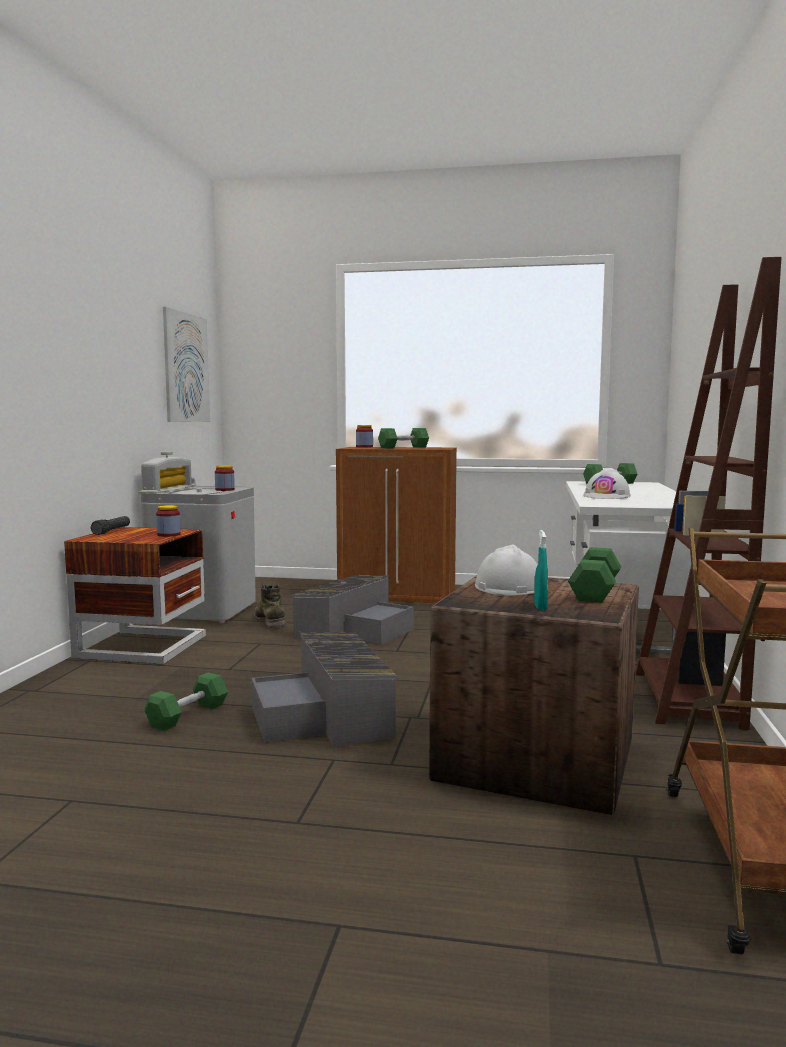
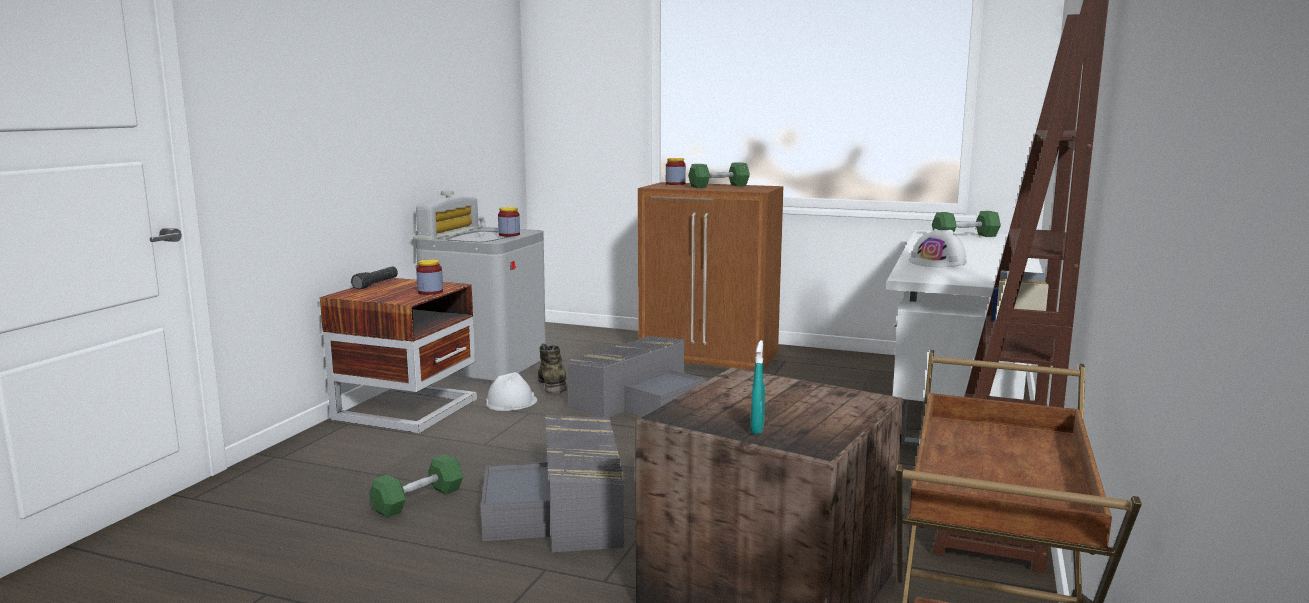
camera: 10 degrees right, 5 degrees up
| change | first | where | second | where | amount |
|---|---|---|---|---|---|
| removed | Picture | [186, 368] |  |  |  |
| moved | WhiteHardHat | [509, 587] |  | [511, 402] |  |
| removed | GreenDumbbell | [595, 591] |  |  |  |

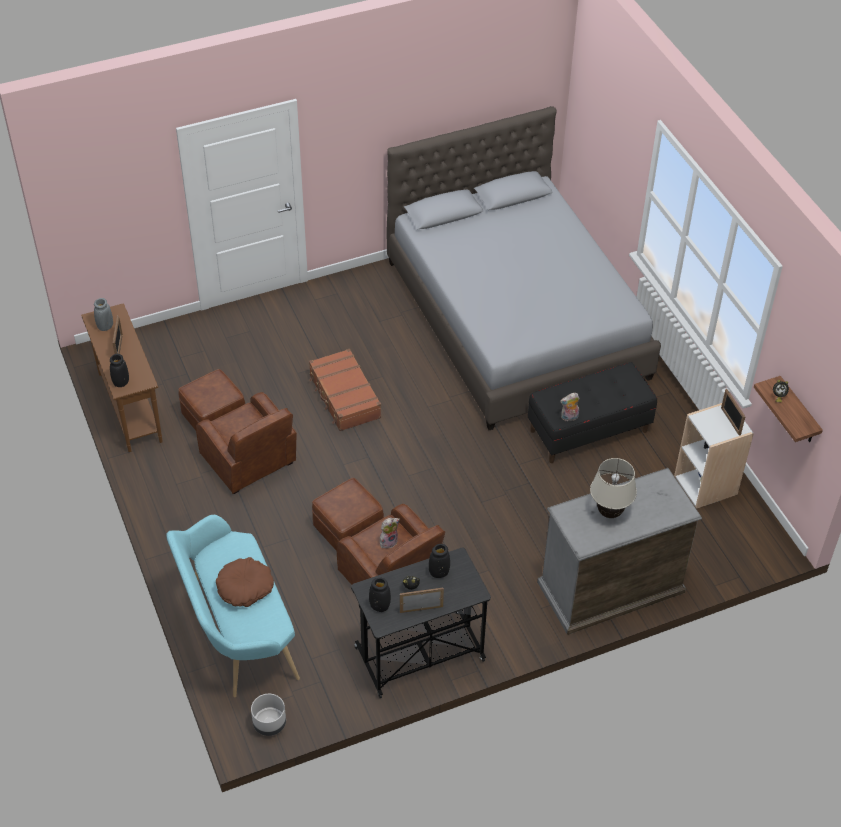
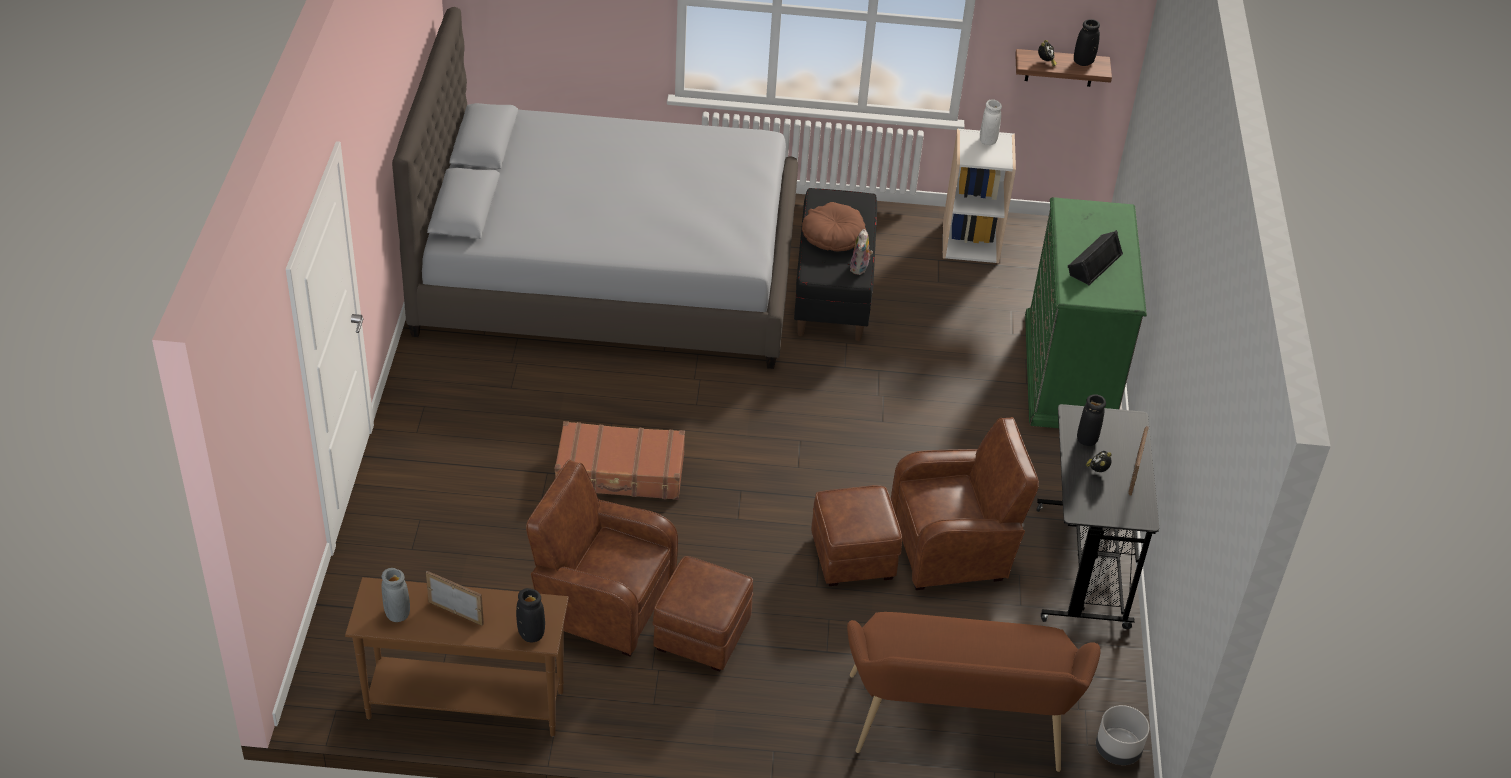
camera: 65 degrees left, 5 degrees down
| change | first | where | second | where | amount |
|---|---|---|---|---|---|
| recoloured | TurquoiseBench | [237, 633] | BrownBench | [956, 731] |  |
| turned | BrownArmchair | [238, 448] |  | [635, 612] | 150 degrees counterclockwise |
| moved | BrownPillow | [244, 587] |  | [832, 236] |  |
| moved | BlackVase | [380, 606] |  | [1083, 62] |  |
| removed | PlushToy | [388, 541] |  |  |  |
| recoloured | GreyDresser | [610, 587] | GreenDresser | [1070, 373] |  |
| replaced | BeigeTableLamp | [610, 512] | BlackSpeaker | [1093, 263] |  |
| replaced | PictureFrame | [730, 421] | WhiteVase | [988, 140] |  |

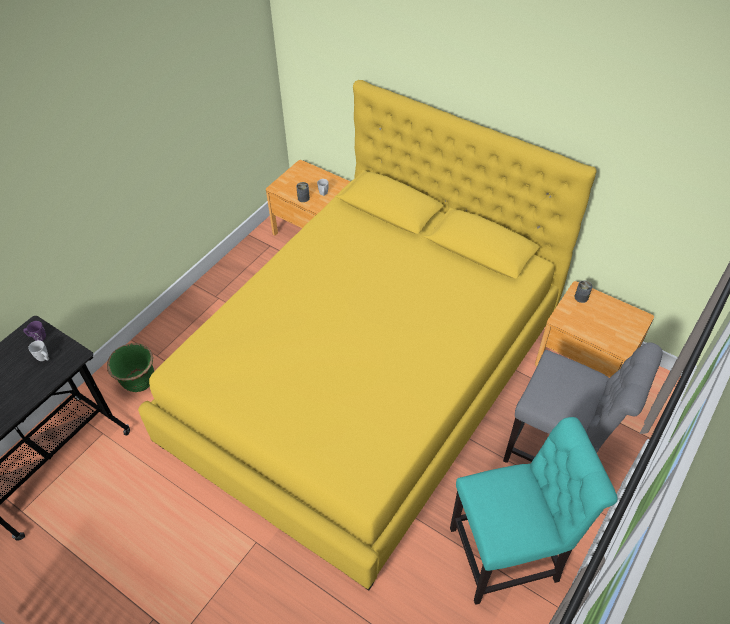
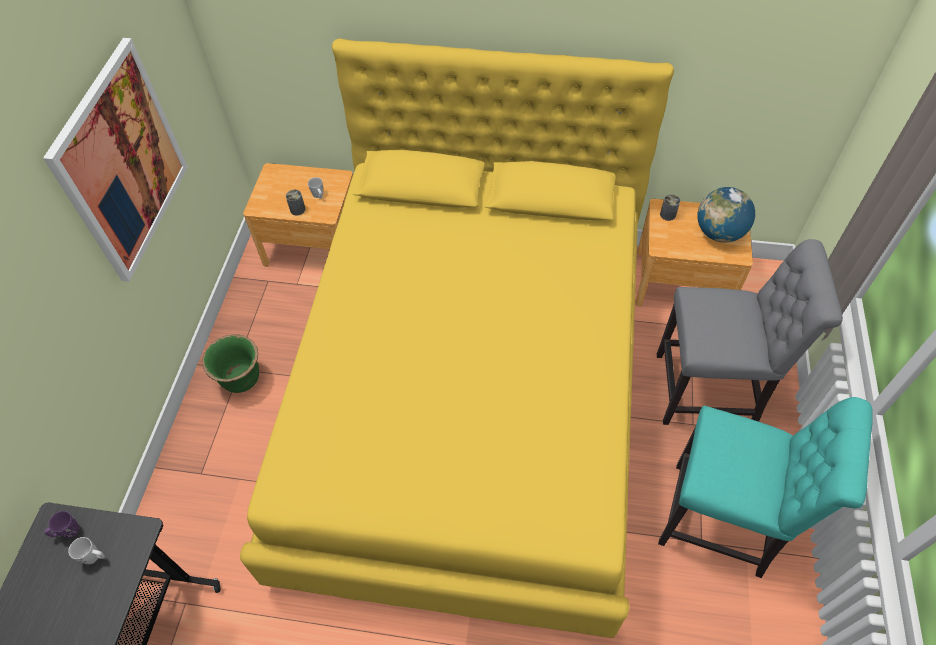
camera: 25 degrees left, 5 degrees up
| change | first | where | second | where | amount |
|---|---|---|---|---|---|
| moved | GreenPlanter | [139, 382] |  | [242, 380] |  |
| turned | TurquoiseChair | [509, 553] |  | [724, 522] | 60 degrees clockwise |
| added |  |  | Picture | [122, 162] |  |
| added |  |  | Globe | [719, 233] |  |

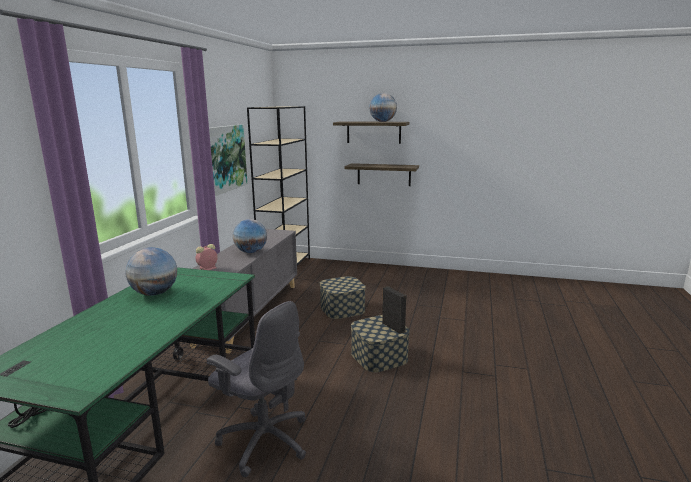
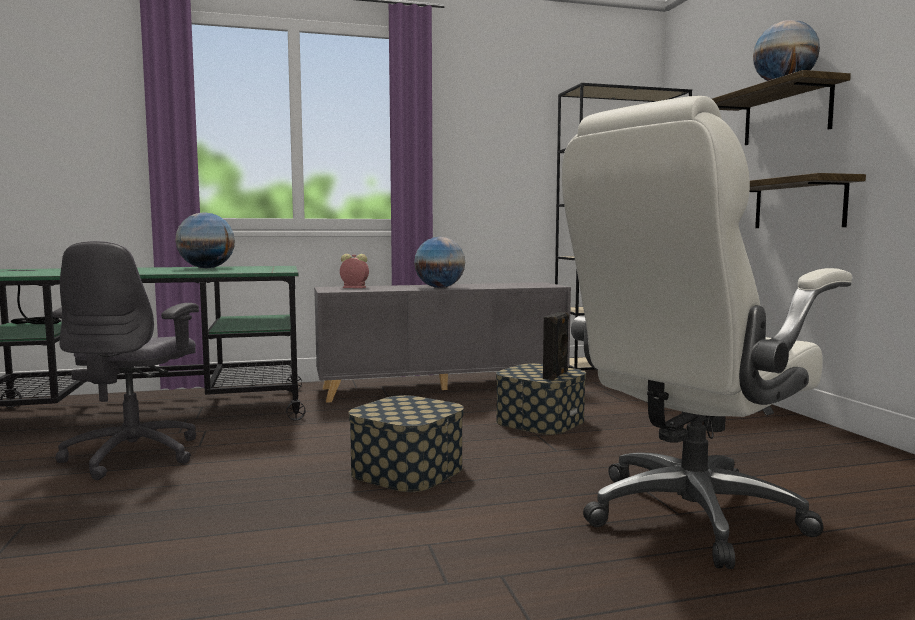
camera: 60 degrees right, 10 degrees down
| change | first | where | second | where | amount |
|---|---|---|---|---|---|
| removed | Picture | [224, 159] |  |  |  |
| moved | BlackSpeaker | [394, 327] |  | [556, 375] |  |
| added |  |  | WhiteOfficeChair | [688, 516] |  |

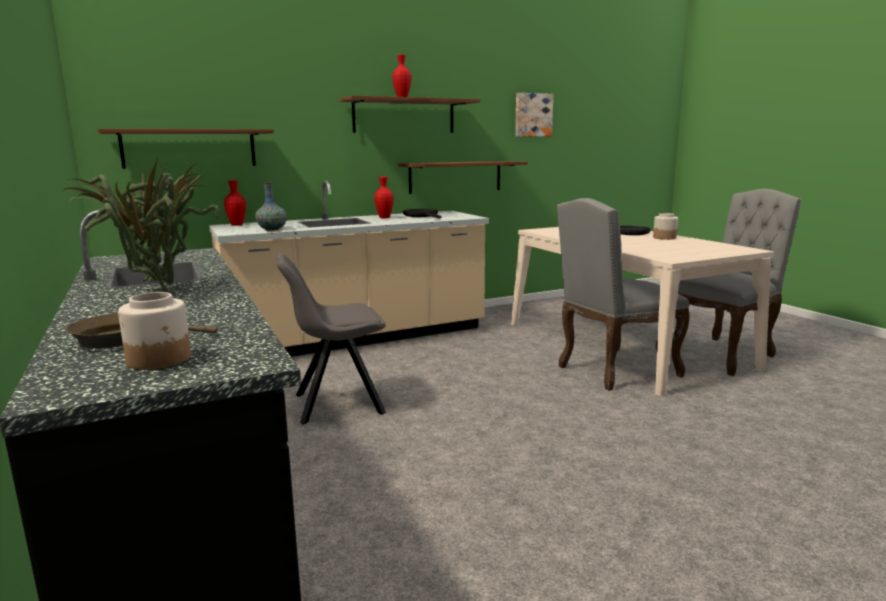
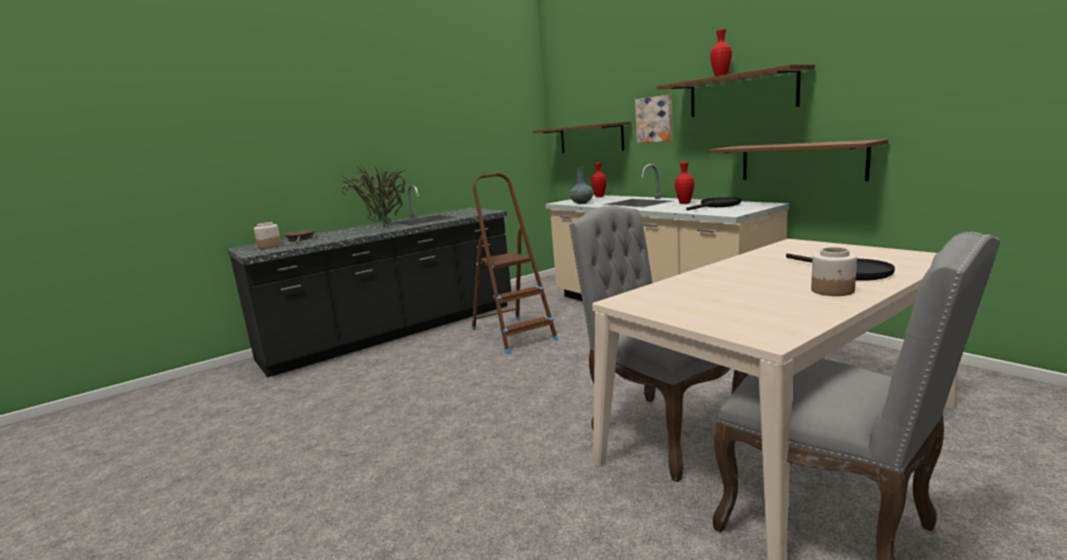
camera: 80 degrees right, 0 degrees up
| change | first | where | second | where | amount |
|---|---|---|---|---|---|
| replaced | GreyChair | [338, 404] | BrownStepLadder | [513, 334] |  |
| moved | Picture | [532, 115] |  | [655, 119] |  |

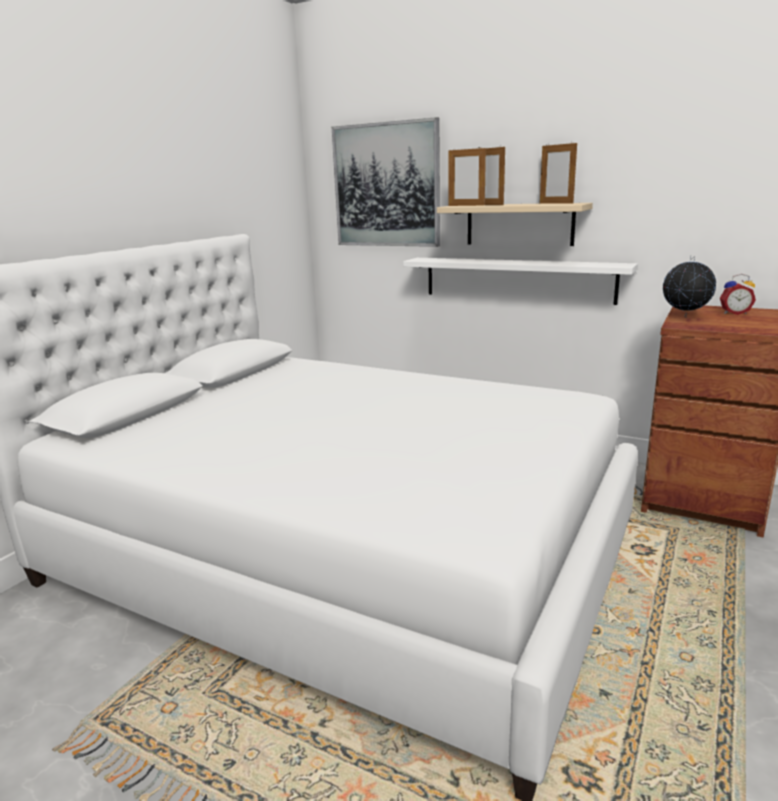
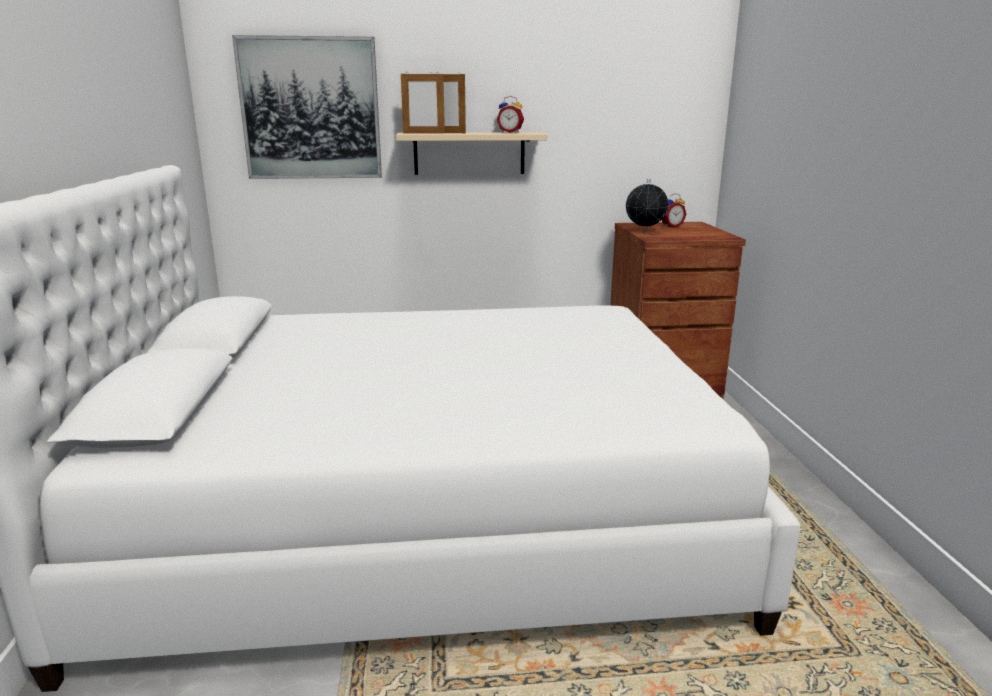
camera: 35 degrees left, 0 degrees up
| change | first | where | second | where | amount |
|---|---|---|---|---|---|
| removed | WhiteShelf | [517, 279] |  |  |  |
| replaced | PictureFrame | [556, 203] | AlarmClock | [510, 132] |  |

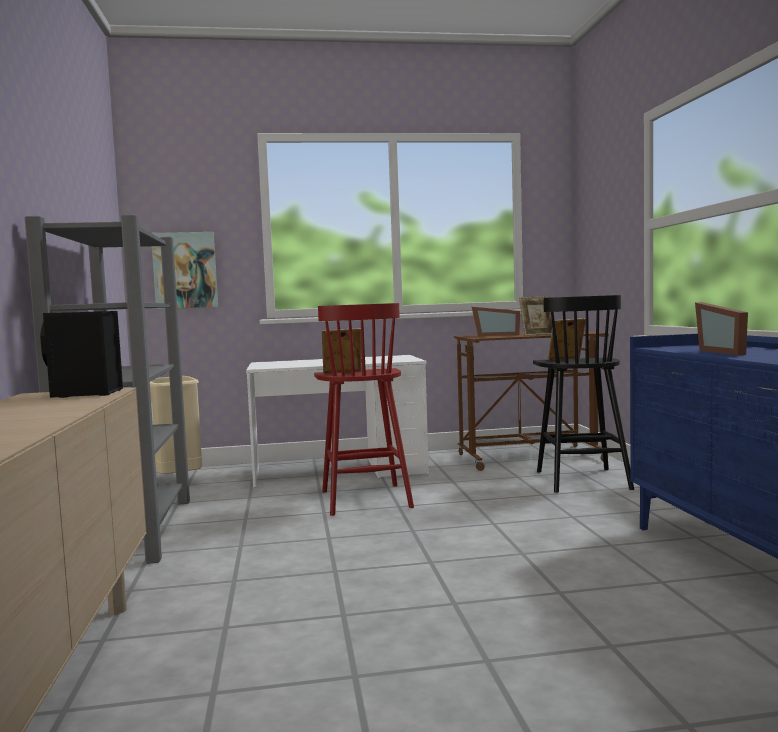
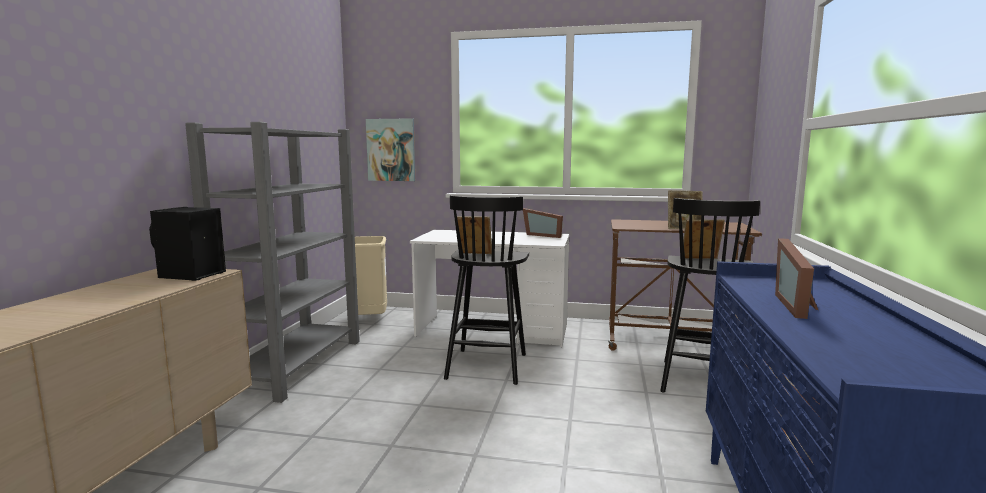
camera: 20 degrees right, 5 degrees up
| change | first | where | second | where | amount |
|---|---|---|---|---|---|
| recoloured | RedStool | [365, 498] | BlackStool | [487, 364] |  |
| moved | PictureFrame | [496, 335] |  | [543, 235] |  |

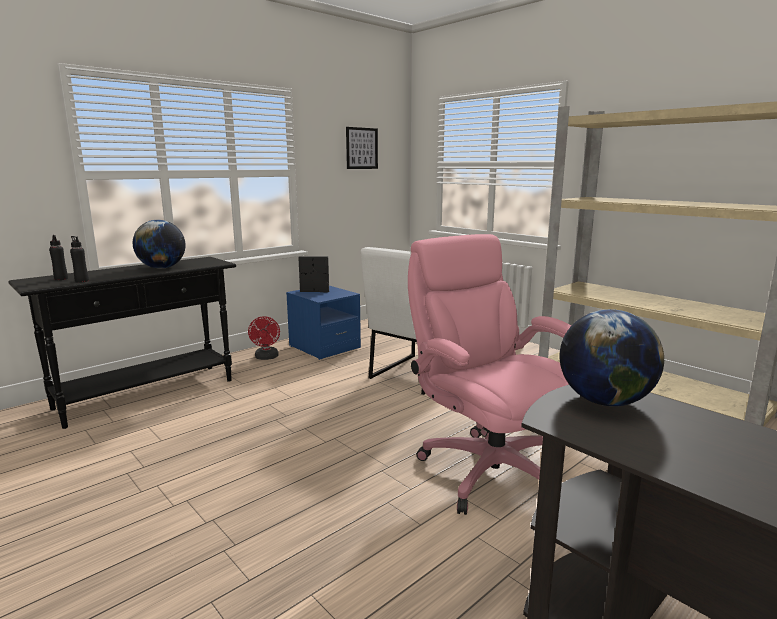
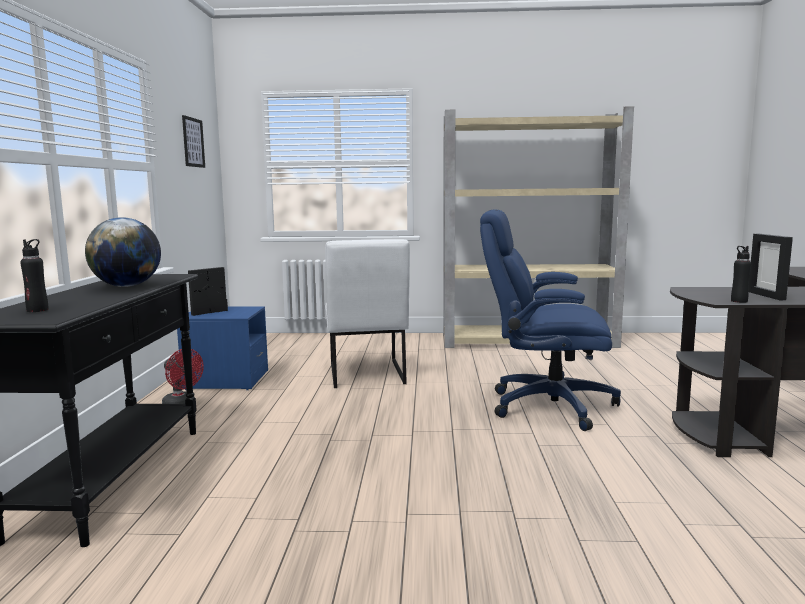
camera: 45 degrees left, 5 degrees down
| change | first | where | second | where | amount |
|---|---|---|---|---|---|
| moved | BlackBottle | [82, 281] |  | [739, 301] |  |
| recoloured | PinkOfficeChair | [486, 466] | BlueOfficeChair | [542, 405] |  |
| removed | Globe | [604, 401] |  |  |  |
| added |  |  | PictureFrame | [767, 296] |  |

